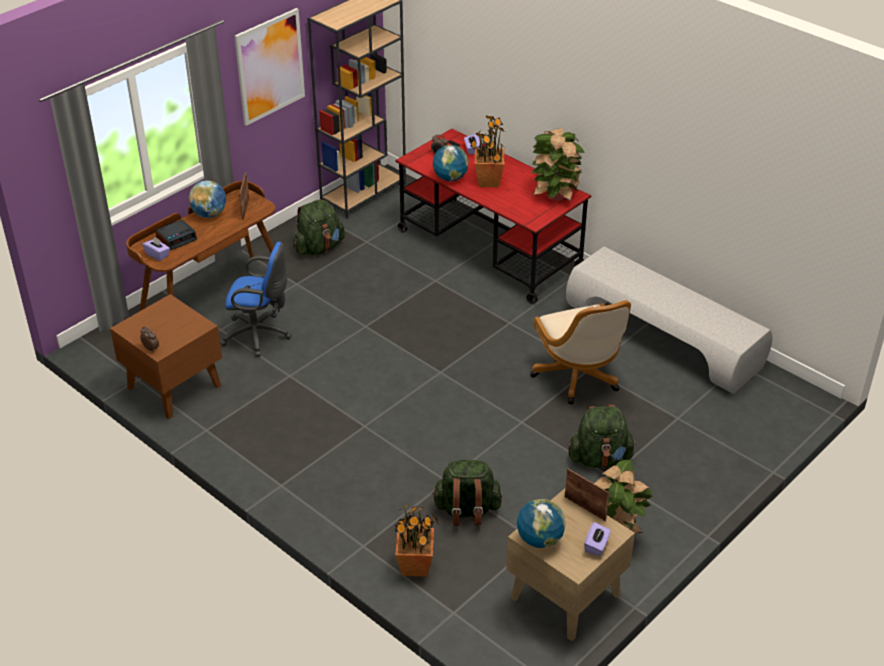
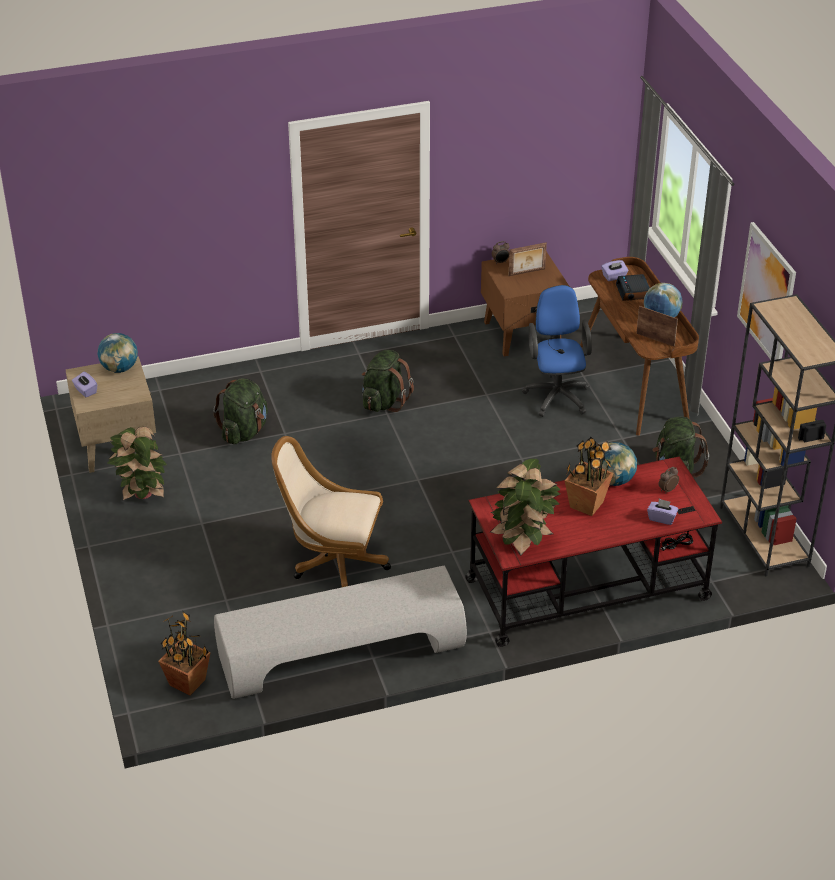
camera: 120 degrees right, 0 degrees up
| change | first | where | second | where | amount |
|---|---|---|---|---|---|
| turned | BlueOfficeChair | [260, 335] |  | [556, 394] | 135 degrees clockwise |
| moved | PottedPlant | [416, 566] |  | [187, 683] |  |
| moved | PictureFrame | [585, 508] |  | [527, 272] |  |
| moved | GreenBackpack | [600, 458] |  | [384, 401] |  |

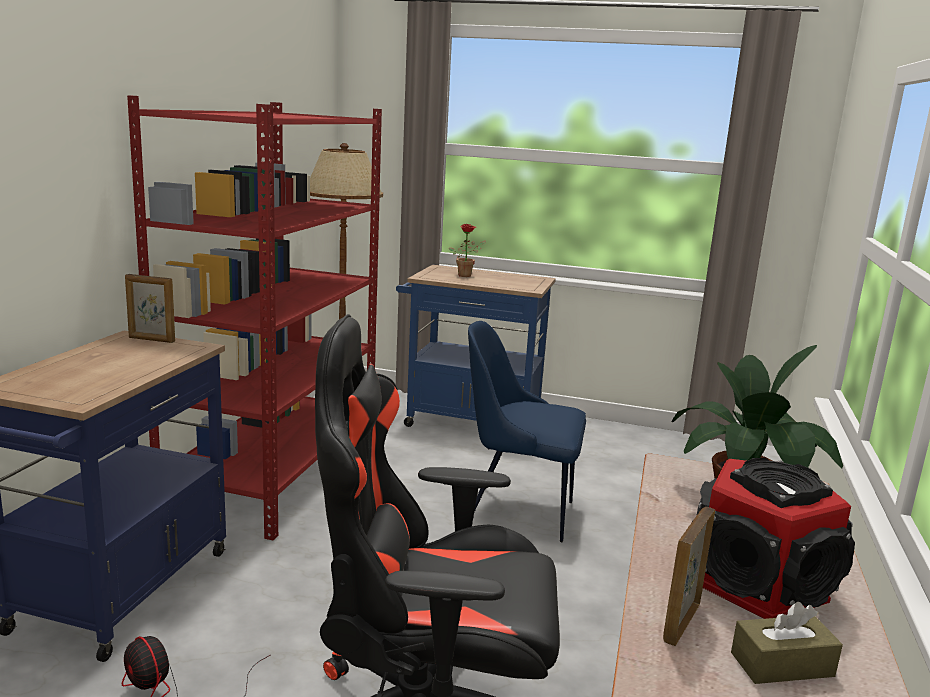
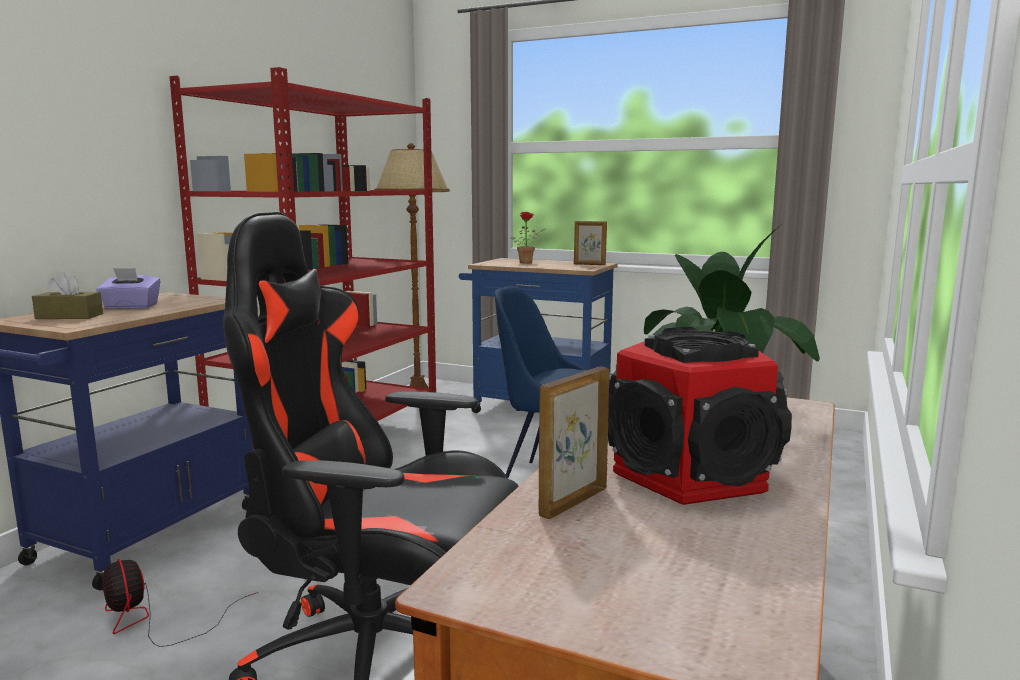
camera: 10 degrees right, 5 degrees down
| change | first | where | second | where | amount |
|---|---|---|---|---|---|
| moved | PictureFrame | [151, 340] |  | [589, 264] |  |
| moved | BrownTissueBox | [782, 664] |  | [69, 316] |  |
| added |  |  | PurpleTissueBox | [131, 307] |  |

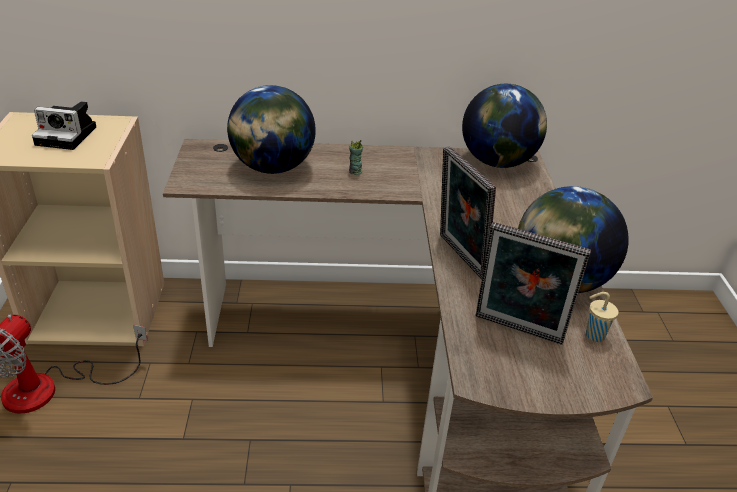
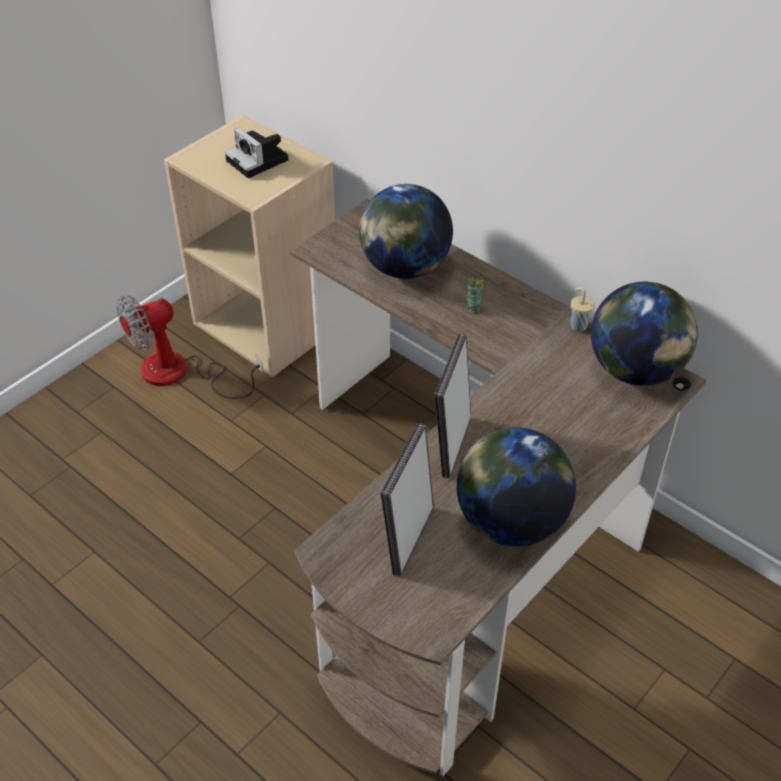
camera: 45 degrees right, 10 degrees up
| change | first | where | second | where | amount |
|---|---|---|---|---|---|
| turned | PictureFrame | [517, 331] |  | [408, 538] | 45 degrees clockwise |
| moved | BeigeCup | [593, 335] |  | [578, 325] |  |

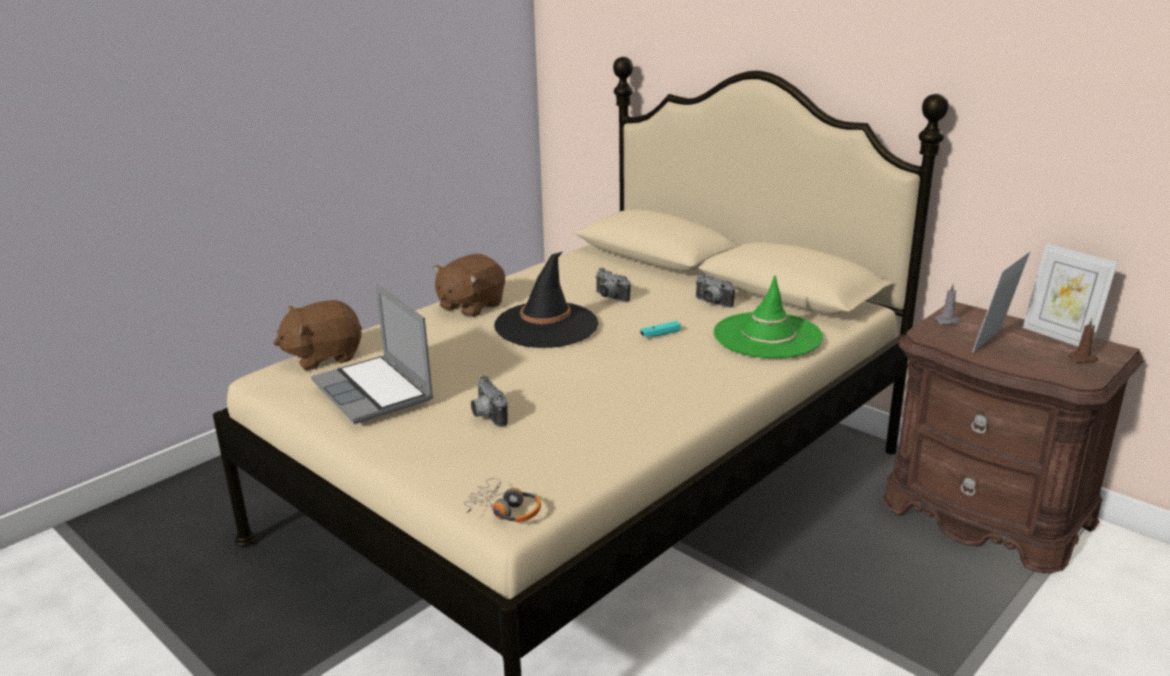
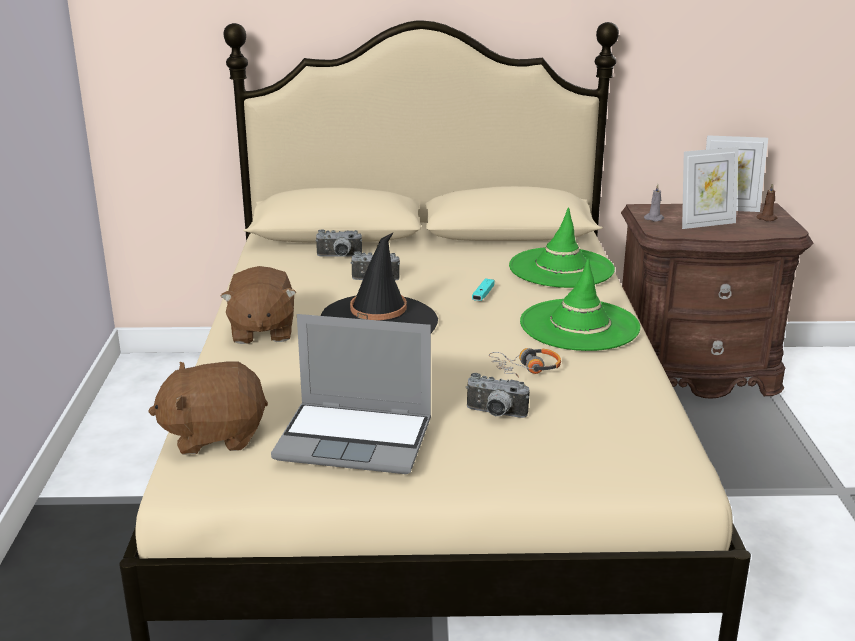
camera: 45 degrees left, 0 degrees up
| change | first | where | second | where | amount |
|---|---|---|---|---|---|
| turned | BrownPlushToy | [324, 357] |  | [214, 435] | 60 degrees clockwise |
| moved | Headphones | [504, 510] |  | [526, 369] |  |
| moved | PhotoCamera | [711, 303] |  | [339, 257] |  |
| turned | PictureFrame | [994, 342] |  | [705, 224] | 105 degrees counterclockwise |
| added |  |  | GreenHat | [579, 325] |  |

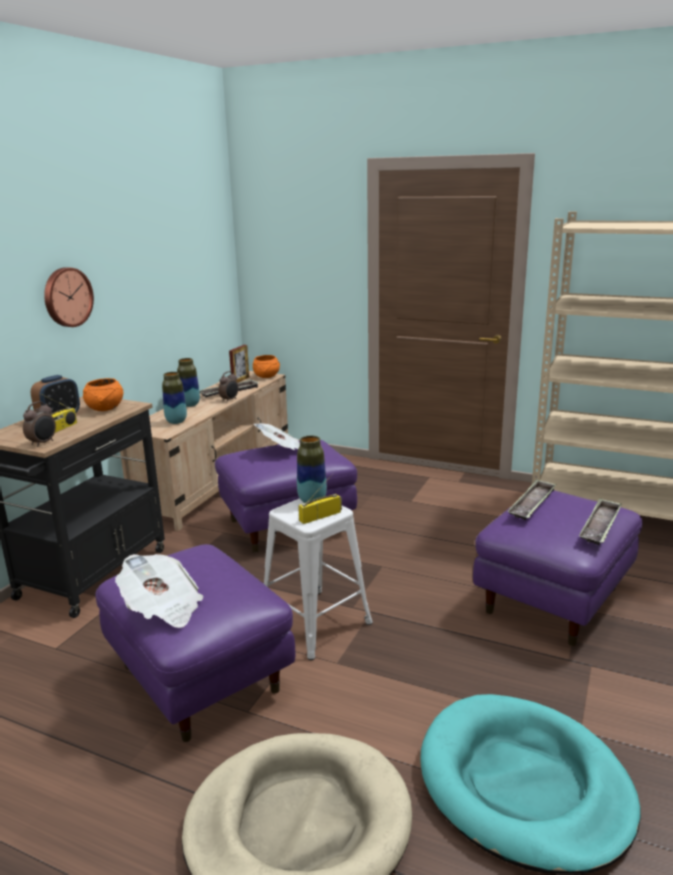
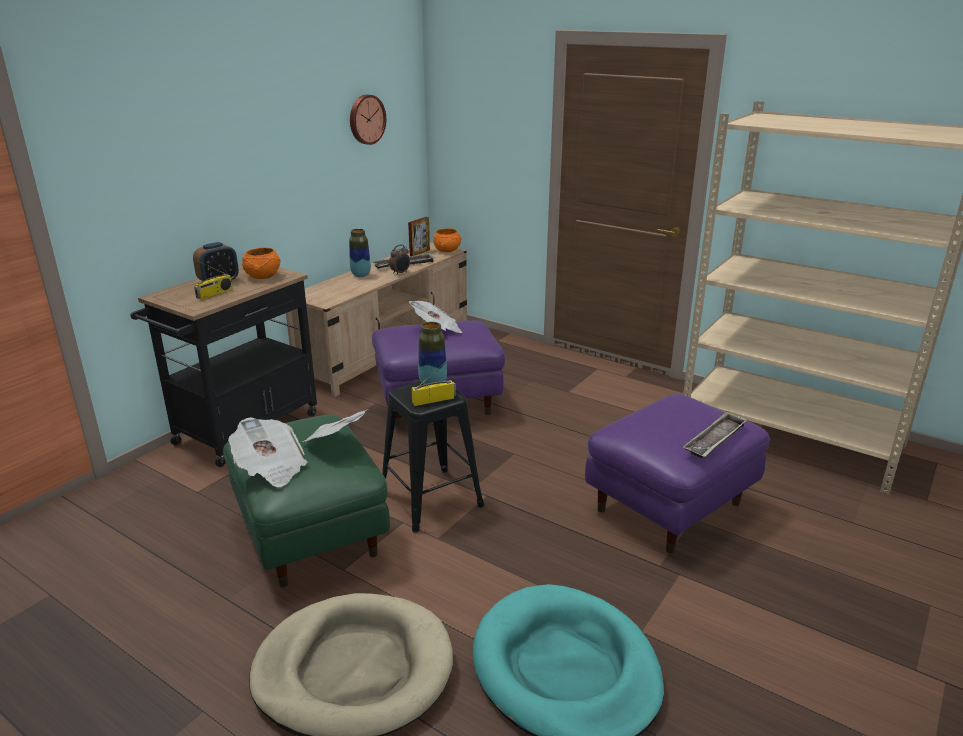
camera: 10 degrees right, 5 degrees up
| change | first | where | second | where | amount |
|---|---|---|---|---|---|
| removed | AlarmClock | [43, 443] |  |  |  |
| moved | WallClock | [67, 297] |  | [366, 119] |  |
| recoloured | PurpleOttoman | [201, 680] | GreenOttoman | [312, 537] |  |
| removed | Vase | [176, 421] |  |  |  |
| recoloured | WhiteStool | [315, 623] | BlackStool | [430, 499] |  |
| removed | Tray | [532, 504] |  |  |  |
| added |  |  | Newspaper | [336, 441] |  |

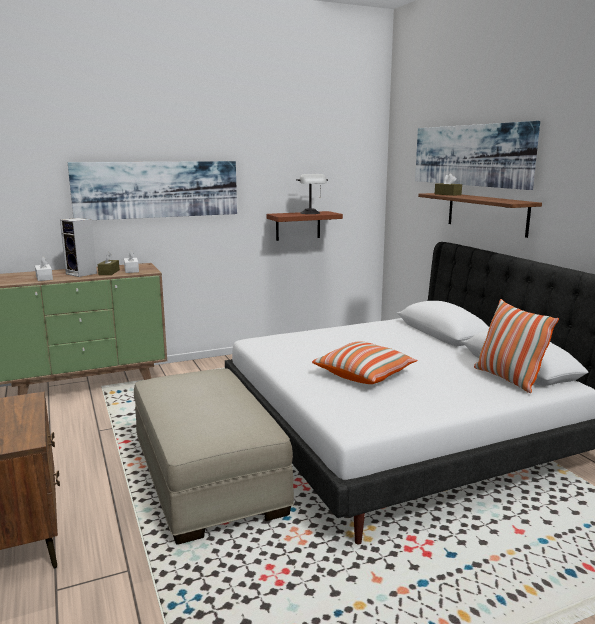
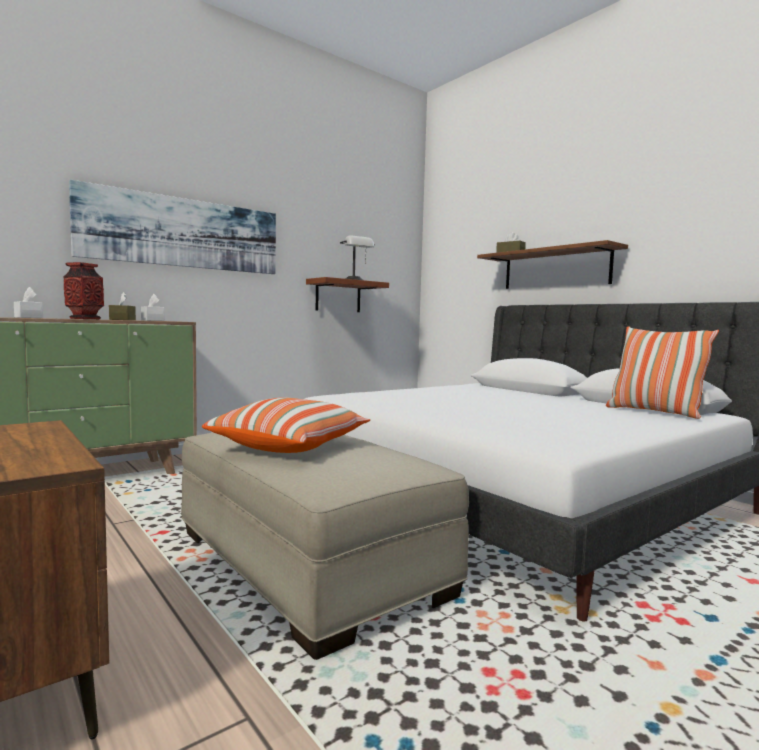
camera: 15 degrees left, 10 degrees down
| change | first | where | second | where | amount |
|---|---|---|---|---|---|
| replaced | Speaker | [82, 274] | Vase | [84, 319] |  |
| moved | Pillow | [364, 374] |  | [290, 445] |  |
| removed | Picture | [470, 155] |  |  |  |

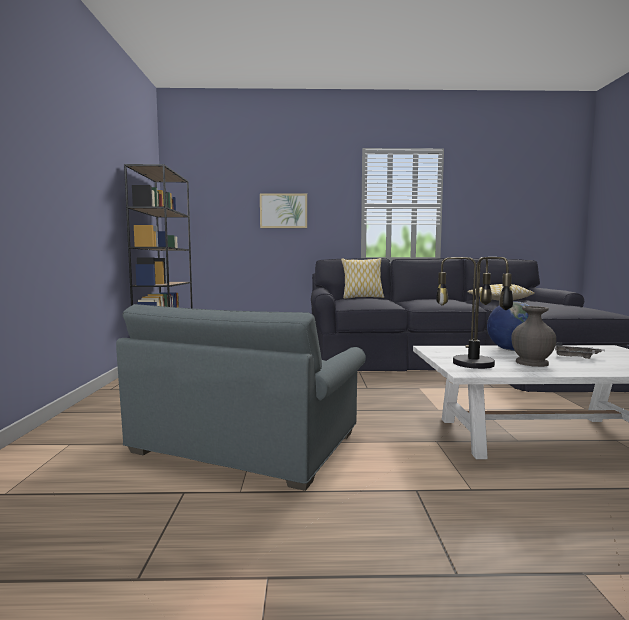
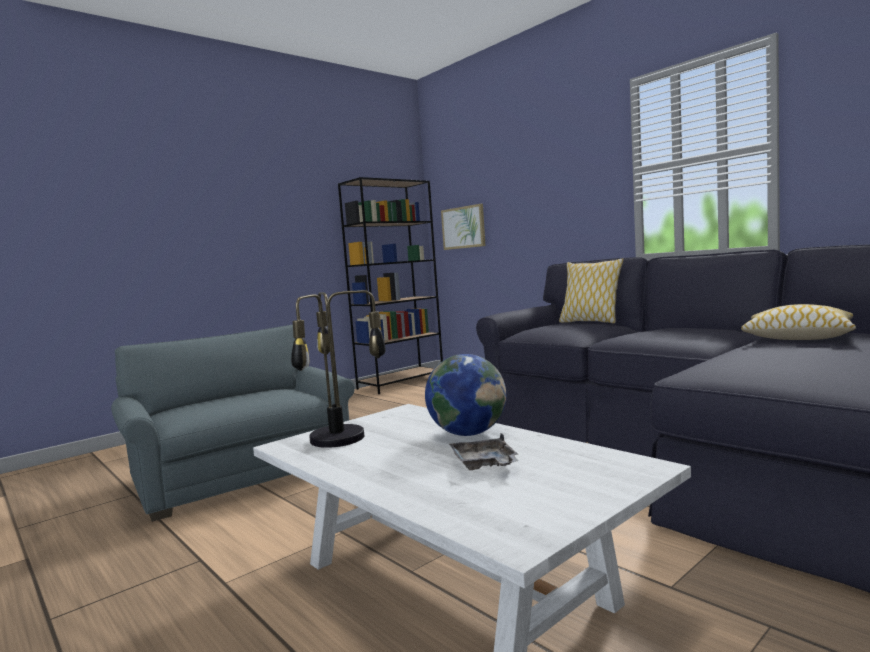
camera: 50 degrees right, 0 degrees up
| change | first | where | second | where | amount |
|---|---|---|---|---|---|
| turned | GreyArmchair | [246, 442] |  | [242, 474] | 75 degrees clockwise |
| moved | Picture | [283, 211] |  | [463, 227] |  |
| removed | GreyVase | [532, 363] |  |  |  |

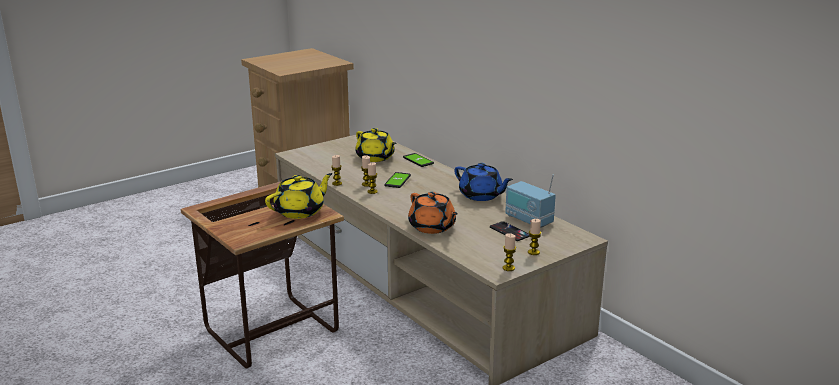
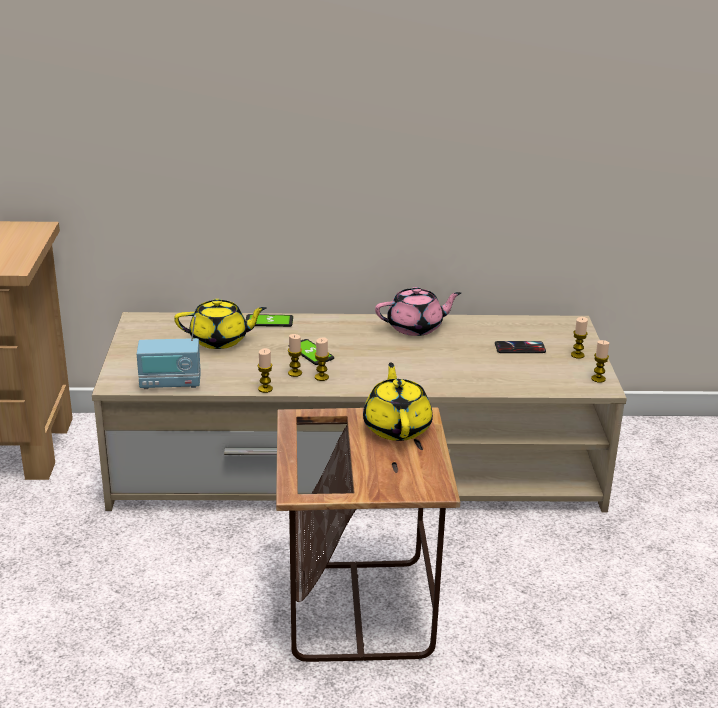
camera: 55 degrees left, 5 degrees up
| change | first | where | second | where | amount |
|---|---|---|---|---|---|
| removed | OrangeTeapot | [432, 227] |  |  |  |
| recoloured | BlueTeapot | [481, 196] | PinkTeapot | [416, 327] |  |
| moved | Radio | [528, 220] |  | [170, 383] |  |

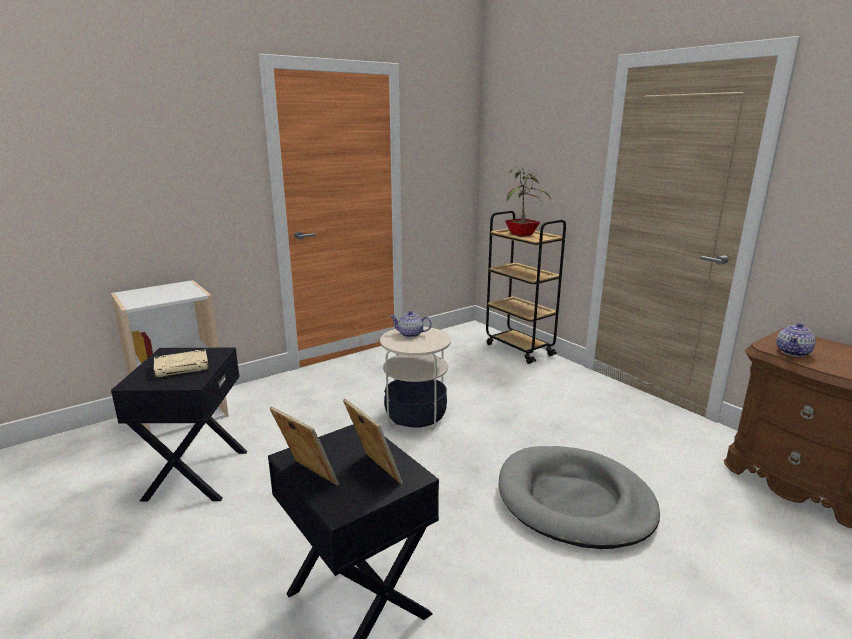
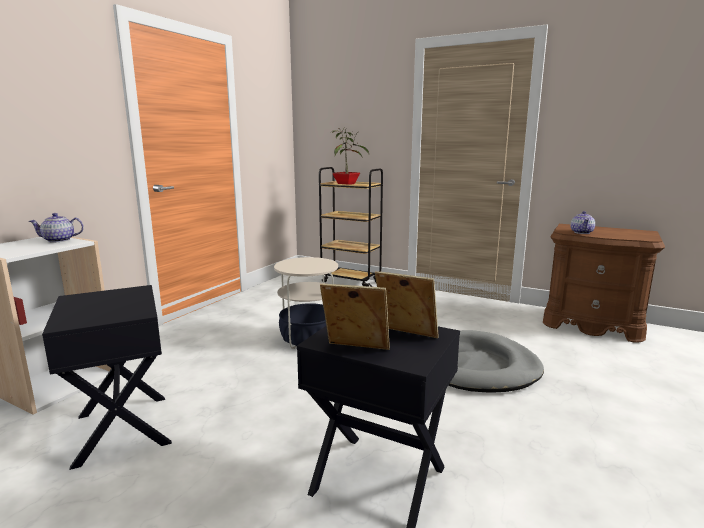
camera: 25 degrees left, 5 degrees down
| change | first | where | second | where | amount |
|---|---|---|---|---|---|
| removed | BeigeBook | [182, 367] |  |  |  |
| moved | Teapot | [410, 334] |  | [59, 240] |  |

